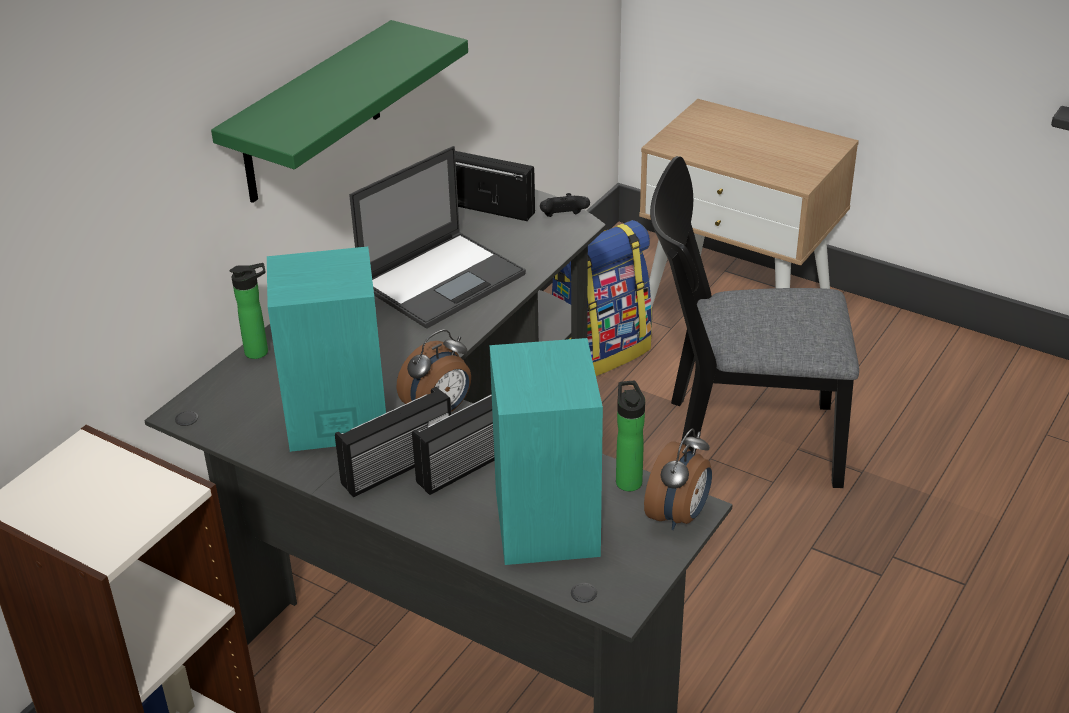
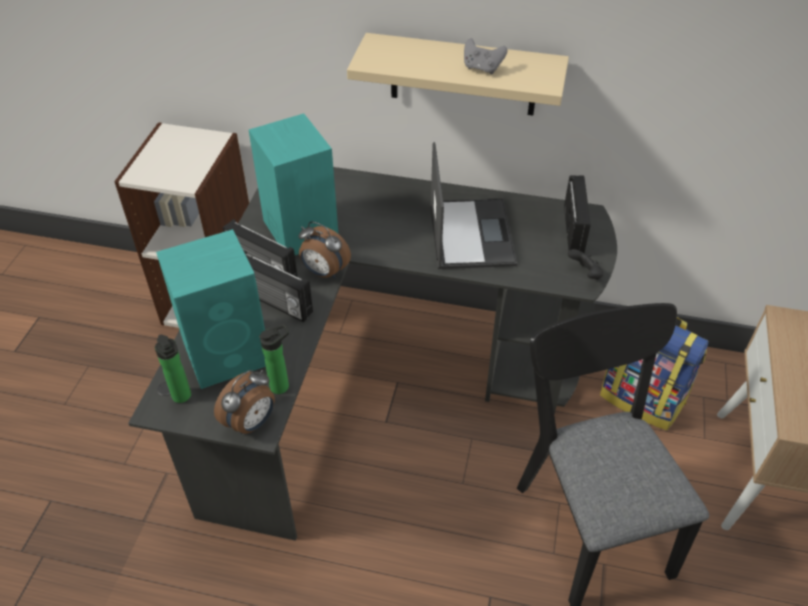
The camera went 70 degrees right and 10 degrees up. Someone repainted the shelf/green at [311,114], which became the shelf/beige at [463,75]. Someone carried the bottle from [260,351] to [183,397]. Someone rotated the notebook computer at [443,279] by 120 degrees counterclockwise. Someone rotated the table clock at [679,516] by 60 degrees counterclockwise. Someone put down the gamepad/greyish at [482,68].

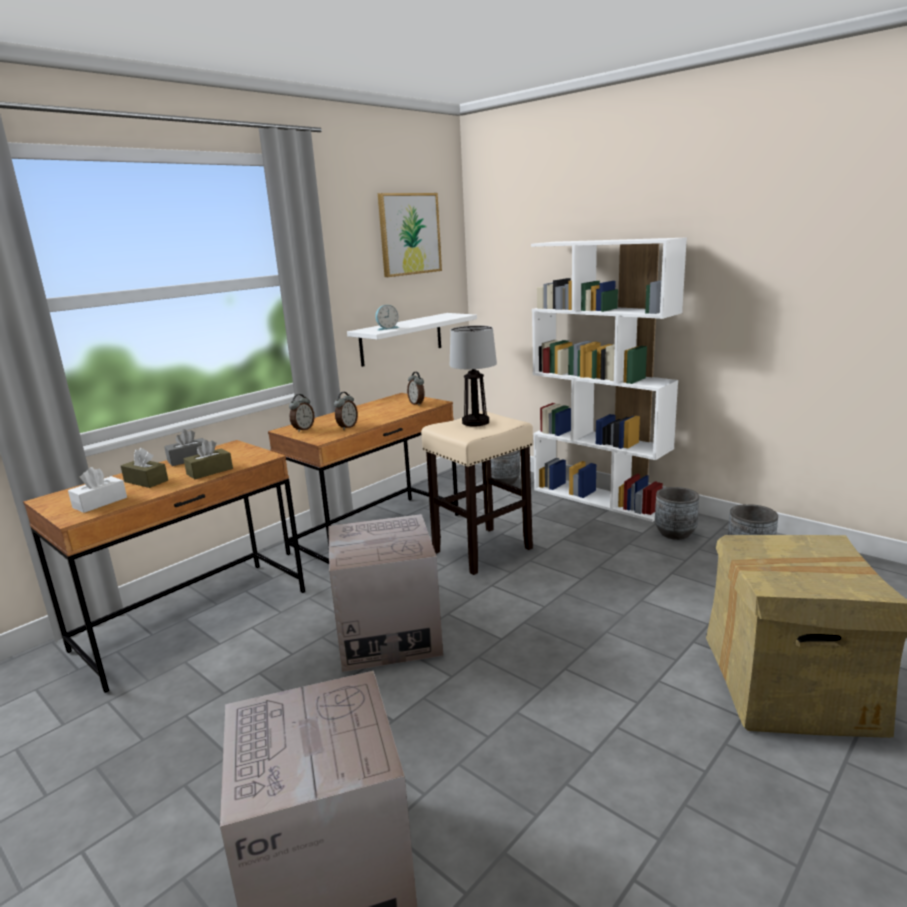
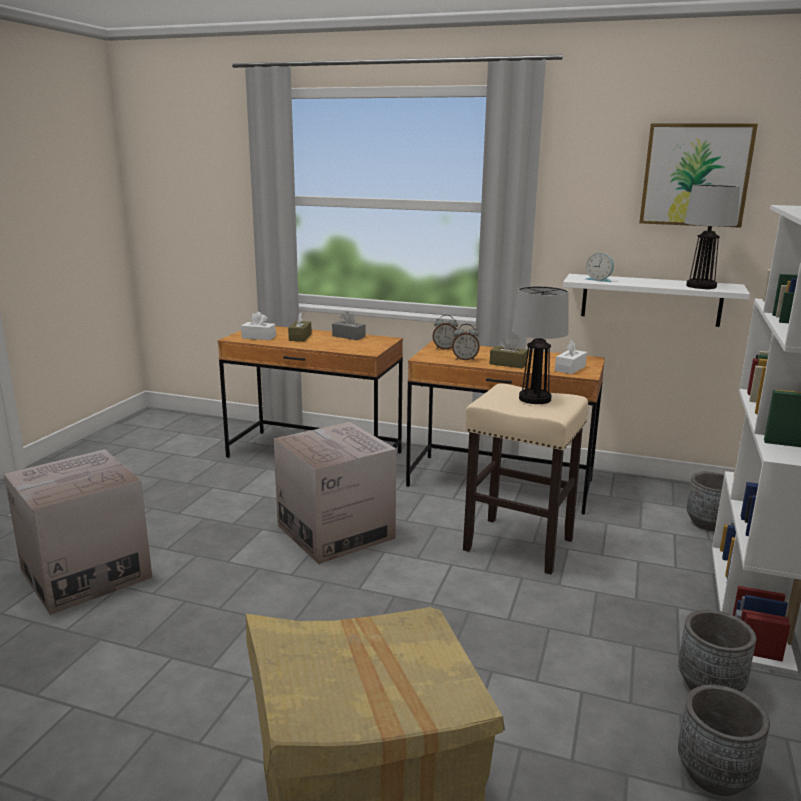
The camera went 65 degrees right and 0 degrees up. Someone carried the box of tissues/brown-coloured from [210,471] to [508,364]. Someone swapped the table clock at [417,404] for the box of tissues/white-coloured at [570,368]. Someone put down the lamp for a table at [700,286].

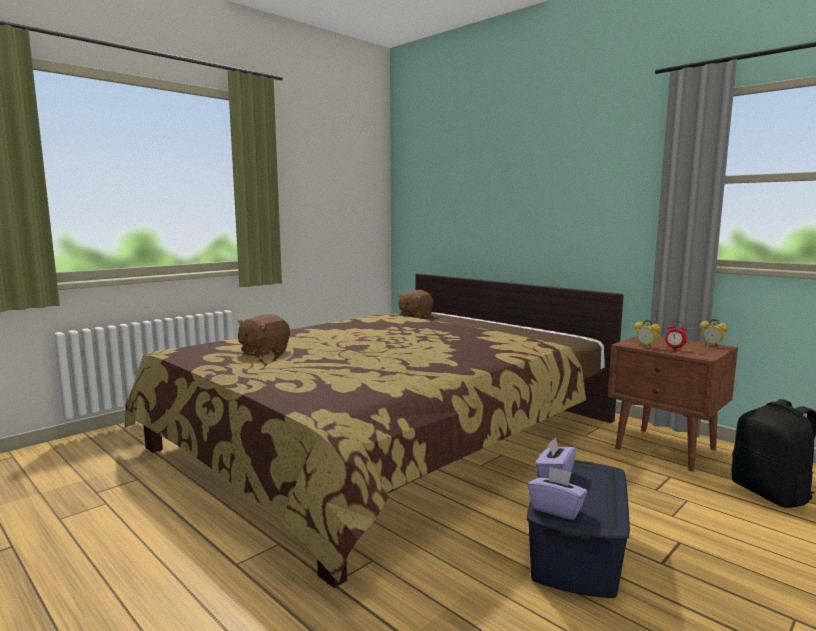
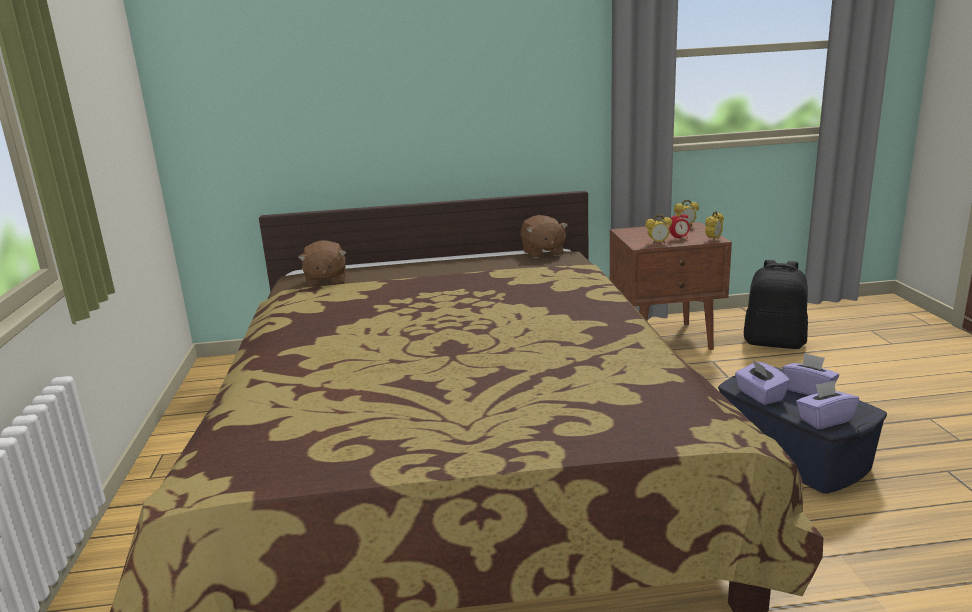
The camera went 50 degrees left and 10 degrees up. Someone carried the soft toy/brown-coloured from [263,351] to [542,253]. Someone put down the table clock at [713,239]. Someone put down the box of tissues/purple at [808,390].

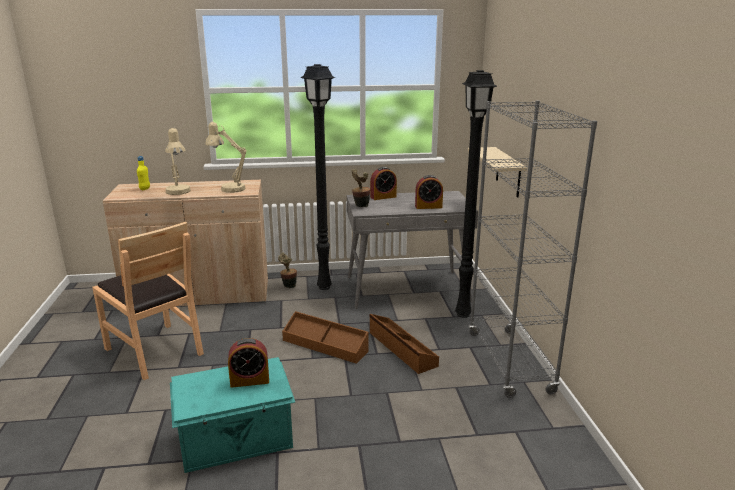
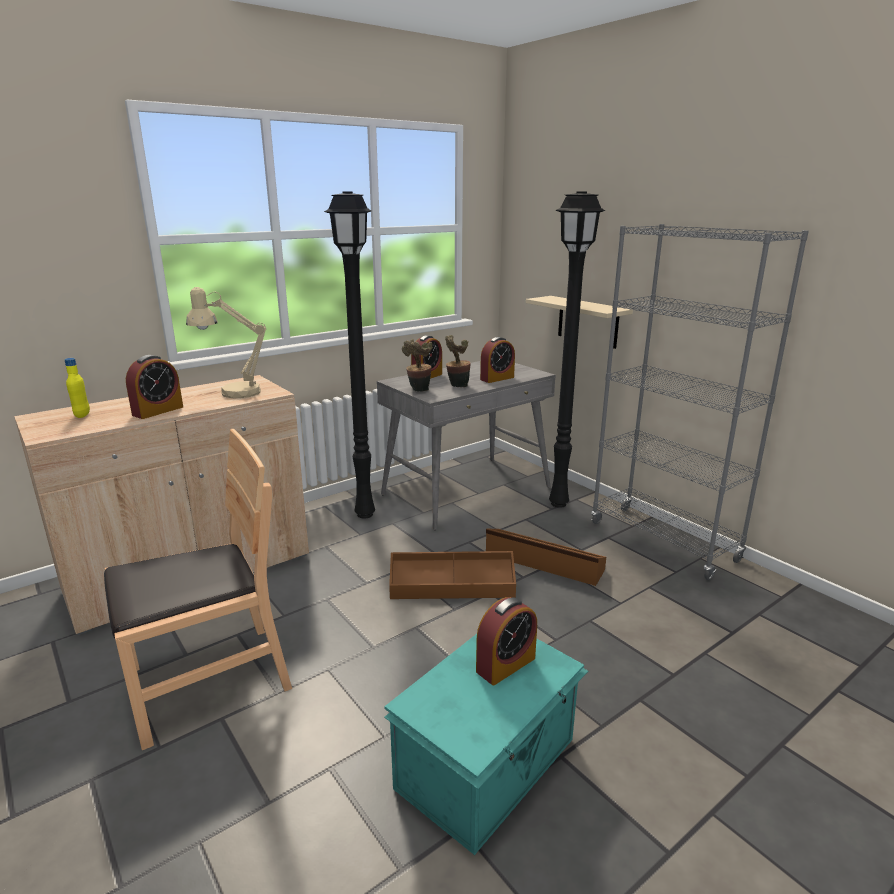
The camera went 30 degrees left and 0 degrees up. Someone rotated the plain chair/brown-coloured at [155,350] by 45 degrees counterclockwise. Someone swapped the lamp for a table/beige at [179,193] for the table clock at [158,411]. Someone carried the plant in a pot from [288,286] to [457,386].

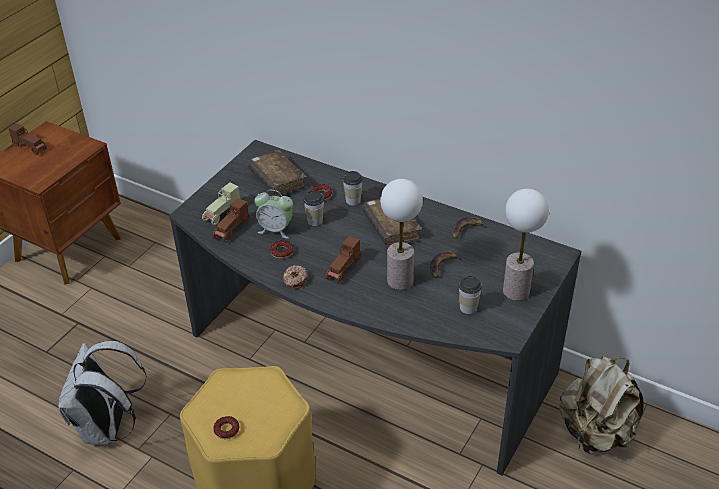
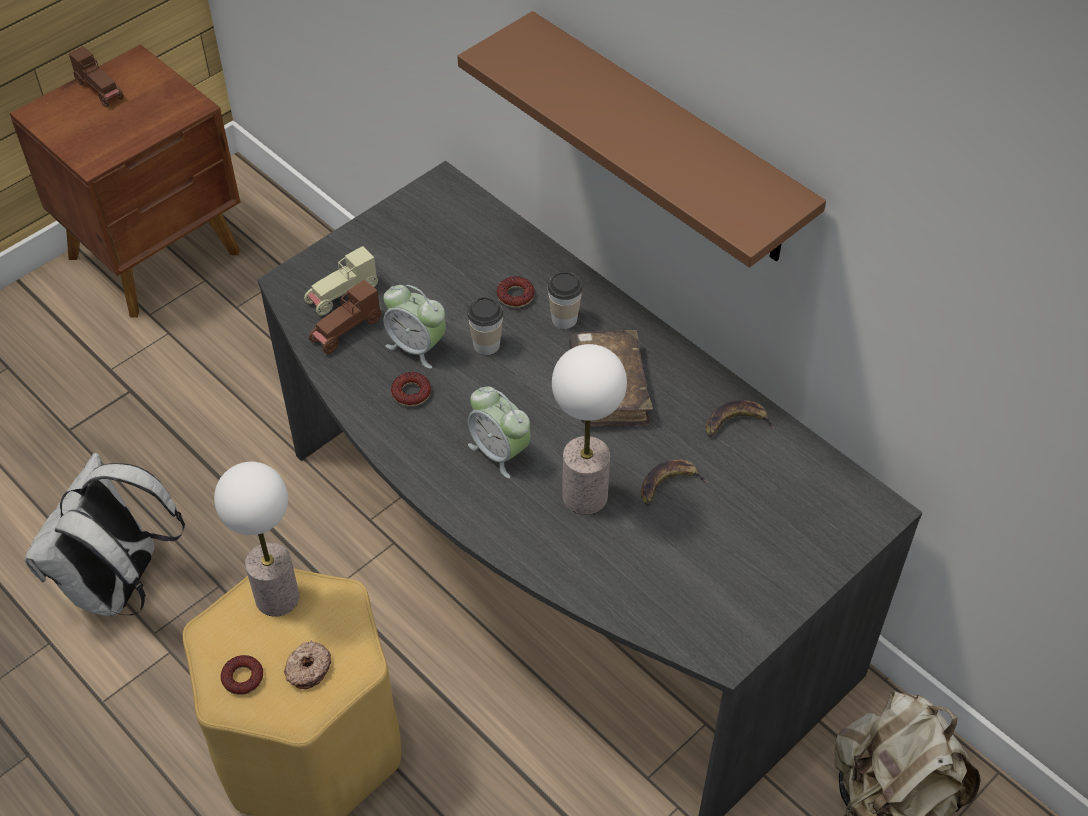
The camera went 15 degrees right and 10 degrees up. Someone took away the bound book/brown-coloured at [277,180]. Someone carried the ring doughnut from [295,280] to [308,669]. Someone swapped the model car/brown-coloured at [344,270] for the table clock at [499,452]. Someone took away the cup at [468,308]. Someone carried the lamp for a table from [516,291] to [277,598]. Someone put up the shelf/brown-coloured at [667,141].

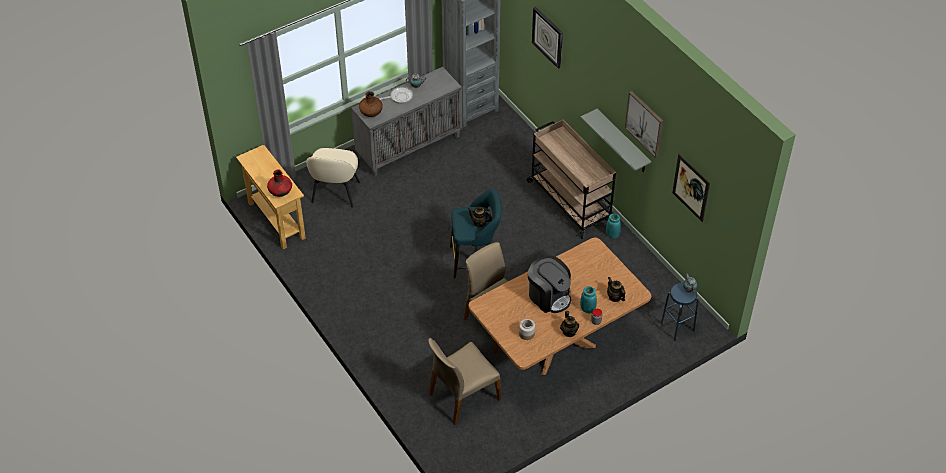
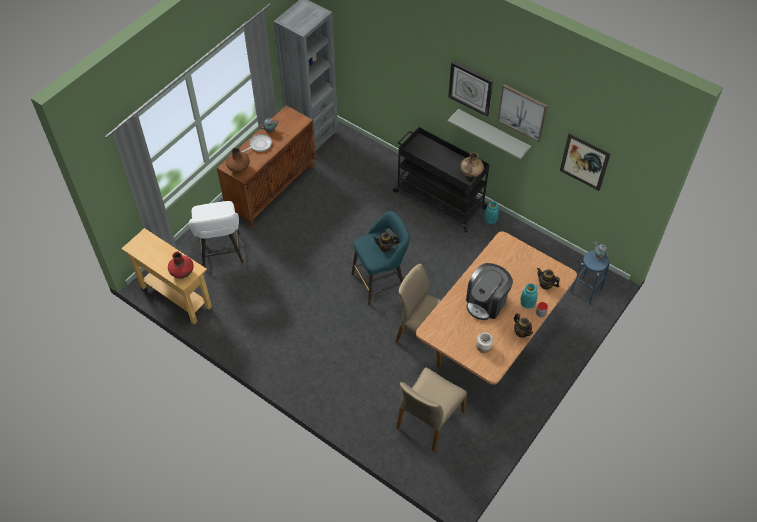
The camera went 20 degrees left and 5 degrees up. Someone swapped the plain chair/beige at [335,193] for the sitting stool/white-coloured at [221,253]. Someone repainted the storage cabinet/greyish at [409,146], which became the storage cabinet/brown-coloured at [272,188]. Someone repainted the wheeled cart/beige at [569,200], which became the wheeled cart/blackish at [439,199]. Someone rotated the coffee maker at [549,296] by 105 degrees clockwise. Someone carried the clock on the wall from [548,37] to [470,88]. Someone put down the flower vase/brown-coloured at [471,173].

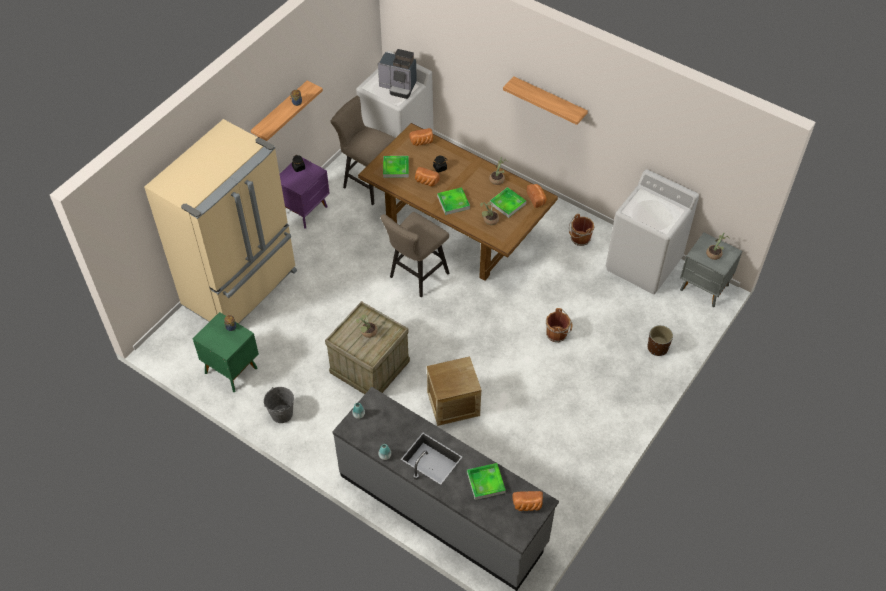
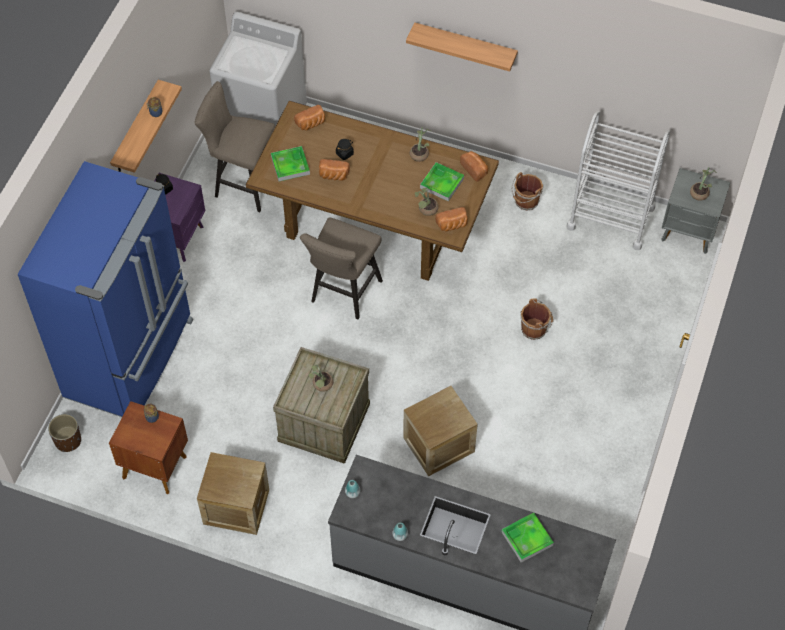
The camera went 15 degrees left and 5 degrees up. Someone repainted the fridge/beige at [242,289], which became the fridge/bluish at [132,358]. Someone repainted the night table/green at [231,369], which became the night table/brown-coloured at [154,466]. Someone swapped the bucket/greyish at [282,413] for the packing crate at [236,506]. Someone took away the coffee maker at [398,87]. Someone took away the serving tray at [453,202]. Someone carried the bread from [527,505] to [452,225]. Someone swapped the laundry machine/white-coloured at [643,264] for the wheeled cart/white-coloured at [610,217]. Someone carried the plant pot/brown-coloured from [657,348] to [68,441].

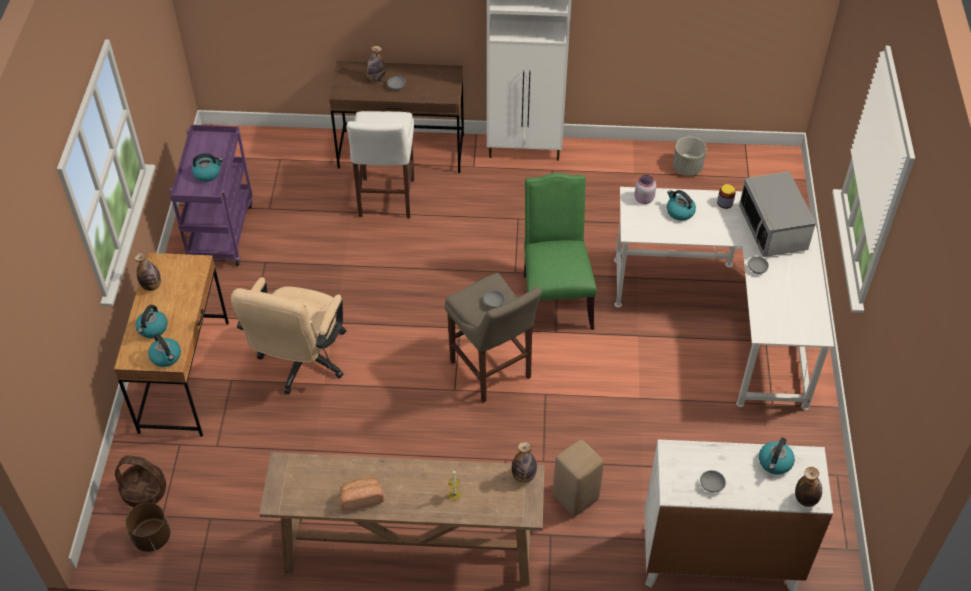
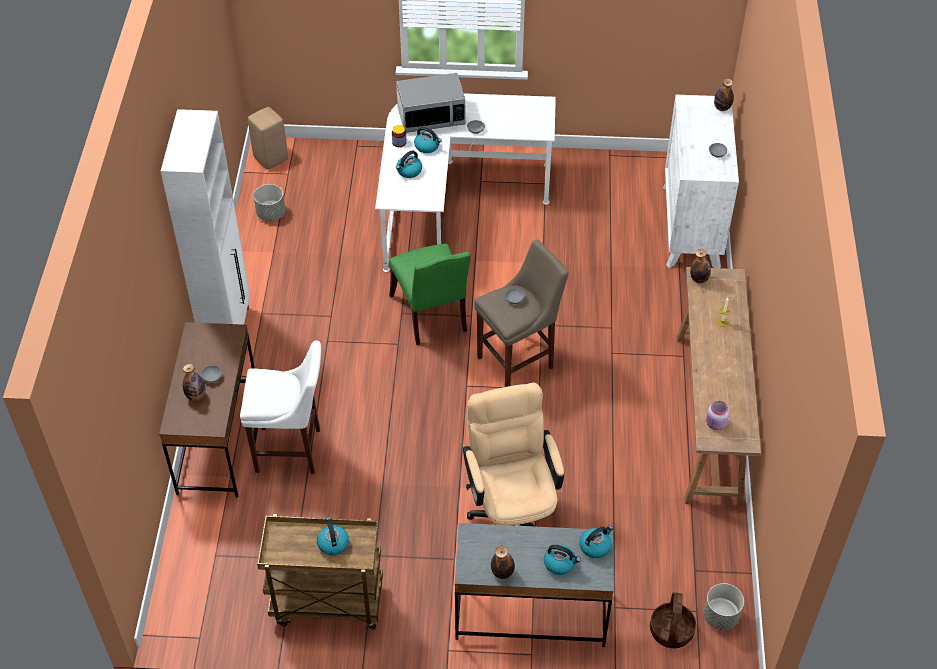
The camera went 90 degrees left and 0 degrees up. Someone repainted the desk unit/brown-coloured at [185,376], which became the desk unit/greyish at [530,613]. Someone repainted the plant pot/brown-coloured at [152,537], which became the plant pot/greyish at [720,616]. Someone repainted the wheeled cart/purple at [221,231], which became the wheeled cart/brown-coloured at [326,603]. Someone rotated the desk chair/beige at [300,363] by 120 degrees counterclockwise. Someone took away the bread at [361,498]. Someone rotated the plain chair/green at [554,298] by 105 degrees counterclockwise. Someone carried the sitting stool/beige from [575,498] to [271,159]. Someone carried the jar/pink-coloured from [643,199] to [715,424]. Someone carried the water kettle from [775,463] to [427,146].

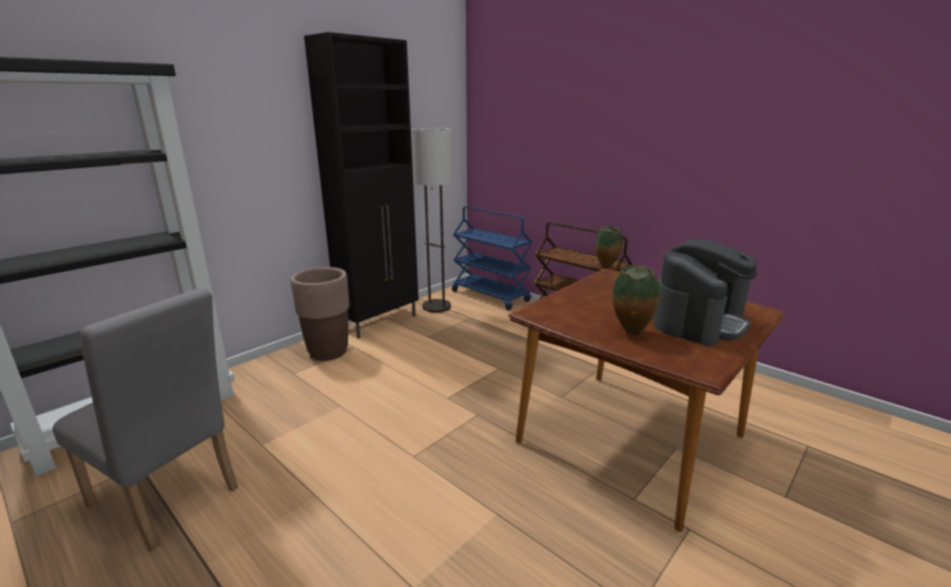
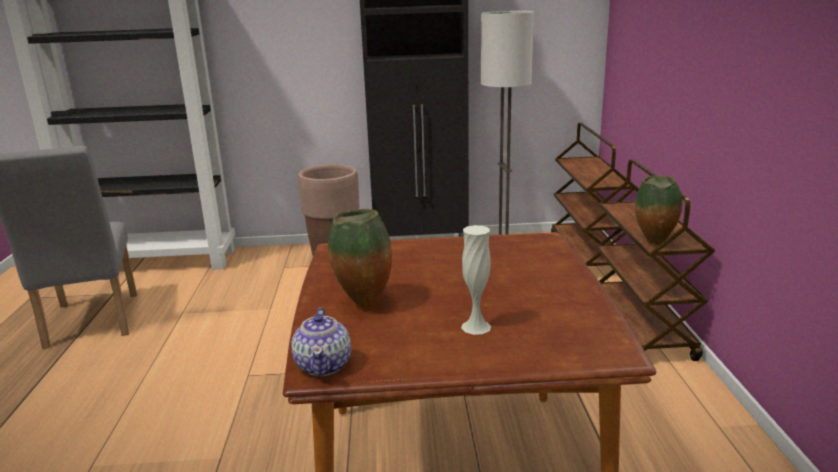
The camera went 45 degrees right and 0 degrees up. Someone repainted the wheeled cart/bluish at [491,296], which became the wheeled cart/brown-coloured at [587,256]. Someone swapped the coffee maker at [699,322] for the flower vase/white-coloured at [476,327]. Someone put down the pot for tea at [324,365].

